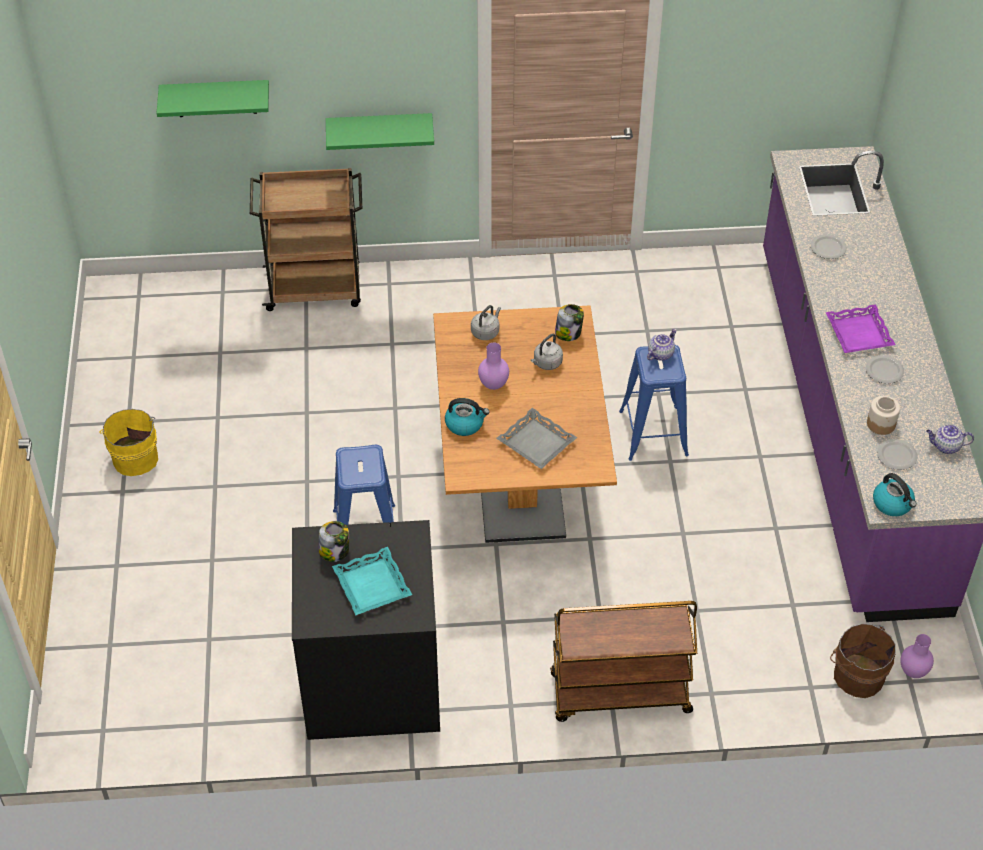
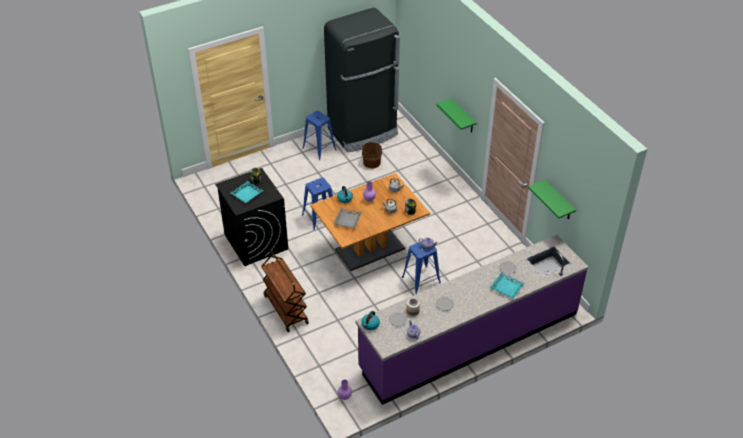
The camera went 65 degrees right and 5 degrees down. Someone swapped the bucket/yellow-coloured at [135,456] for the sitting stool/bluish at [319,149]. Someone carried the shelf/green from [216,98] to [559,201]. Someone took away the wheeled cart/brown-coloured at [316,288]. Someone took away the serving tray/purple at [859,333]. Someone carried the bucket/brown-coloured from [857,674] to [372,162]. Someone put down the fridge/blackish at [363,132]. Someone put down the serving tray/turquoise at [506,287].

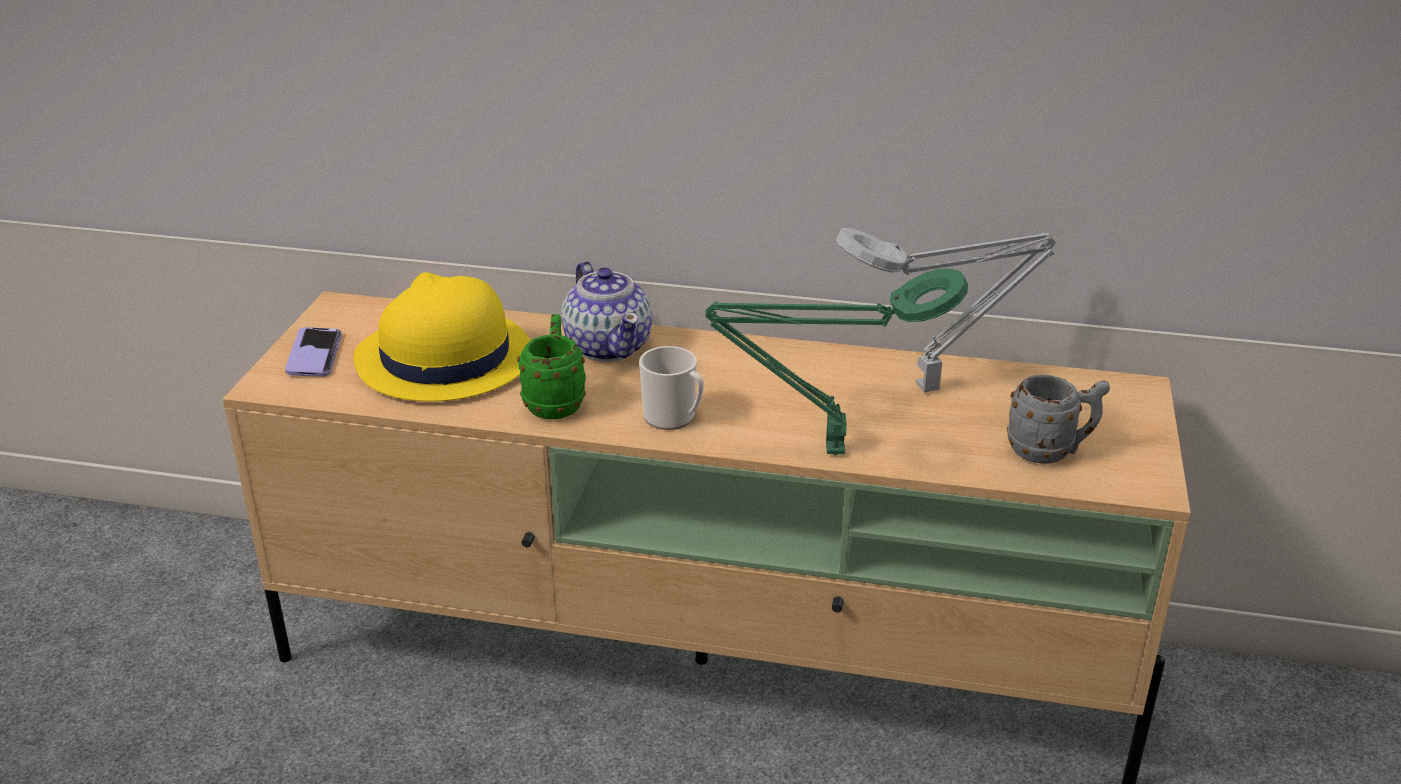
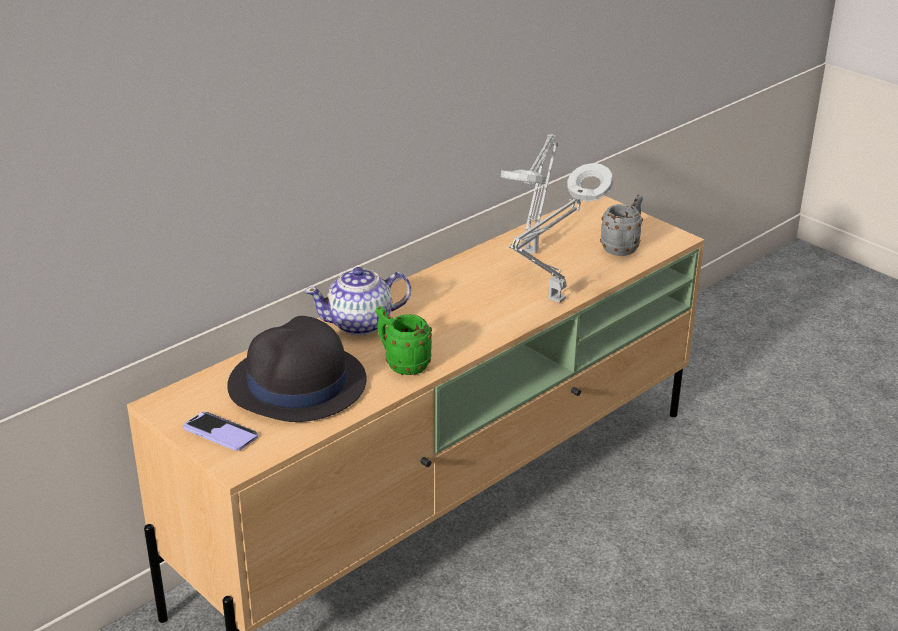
The camera went 55 degrees left and 0 degrees up. Someone repainted the wearable hat/yellow-coloured at [444,359], which became the wearable hat/blackish at [297,385]. Someone rotated the pot for tea at [608,346] by 150 degrees clockwise. Someone took away the tea mug at [674,418]. Someone repainted the lamp for a table/green at [826,450], which became the lamp for a table/greyish at [554,302].

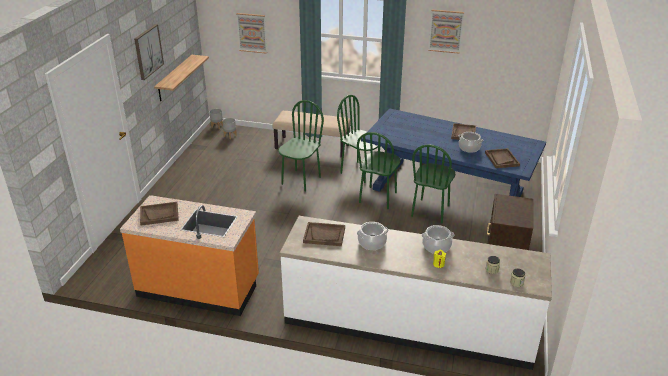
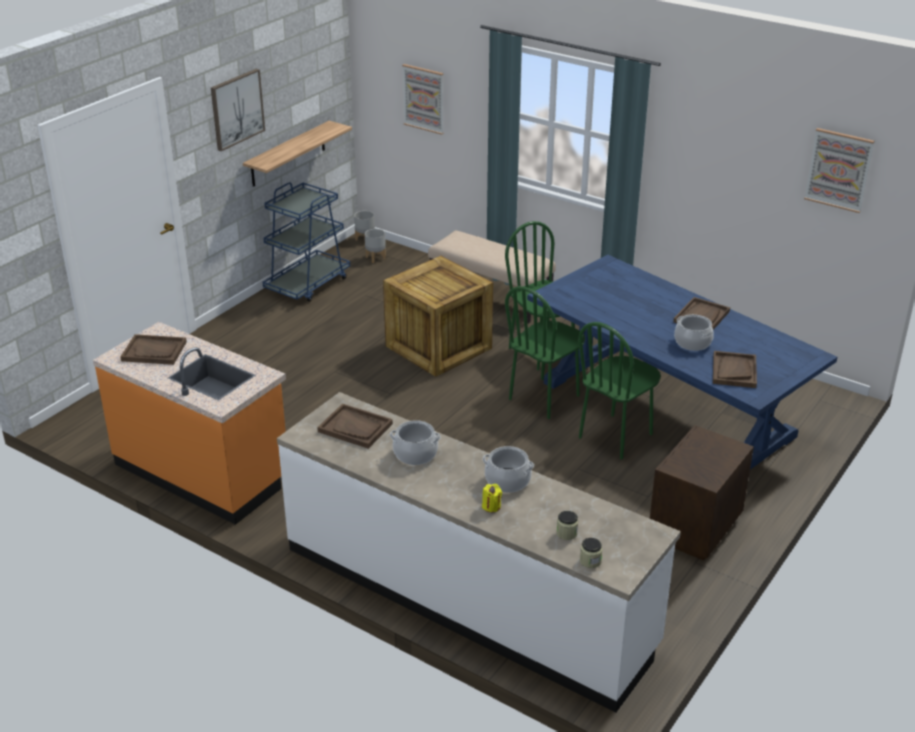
The camera went 20 degrees right and 0 degrees up. Someone swapped the plain chair/green at [301,180] for the packing crate at [440,347]. Someone carried the picture from [445,31] to [839,170]. Someone put down the wheeled cart/bluish at [308,284].

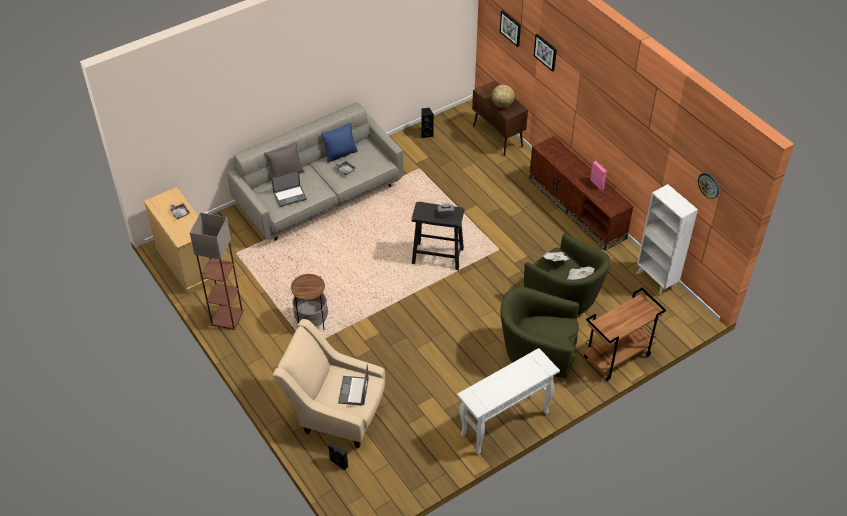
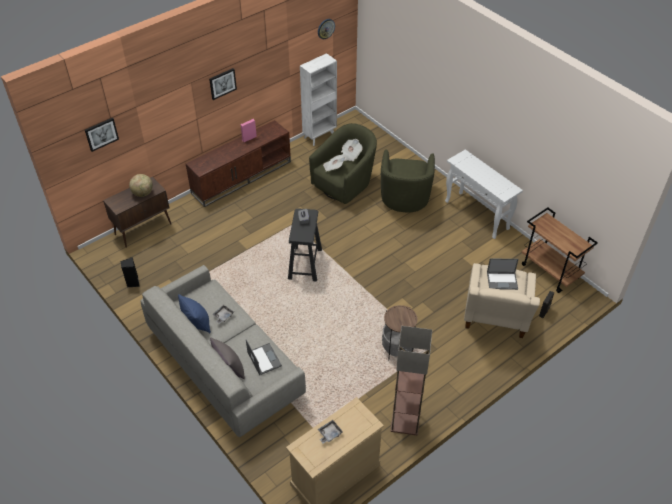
The camera went 95 degrees left and 0 degrees up. Someone carried the picture from [545,52] to [222,83]. Someone carried the wheeled cart/brown-coloured from [617,357] to [550,271].

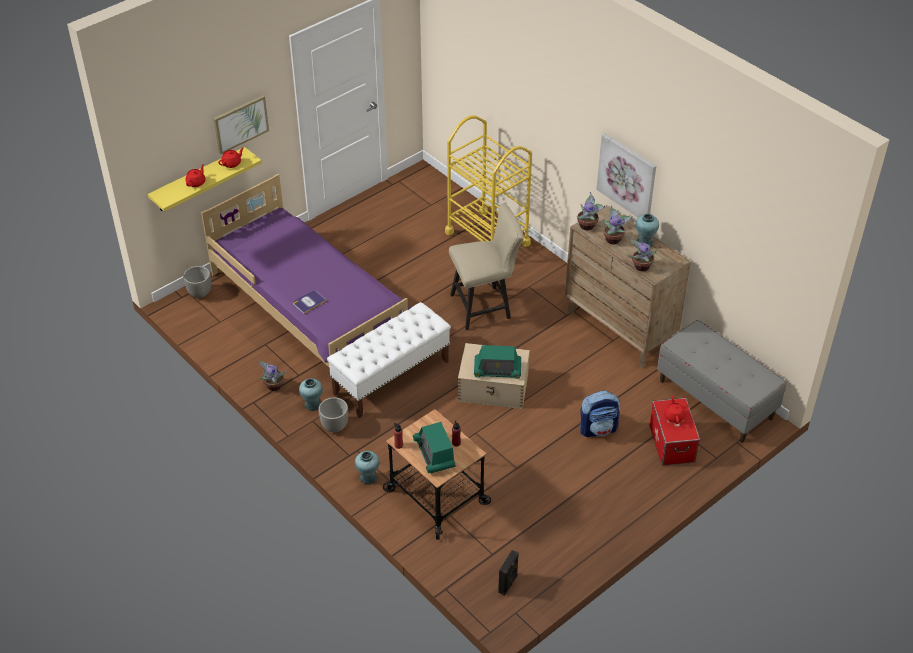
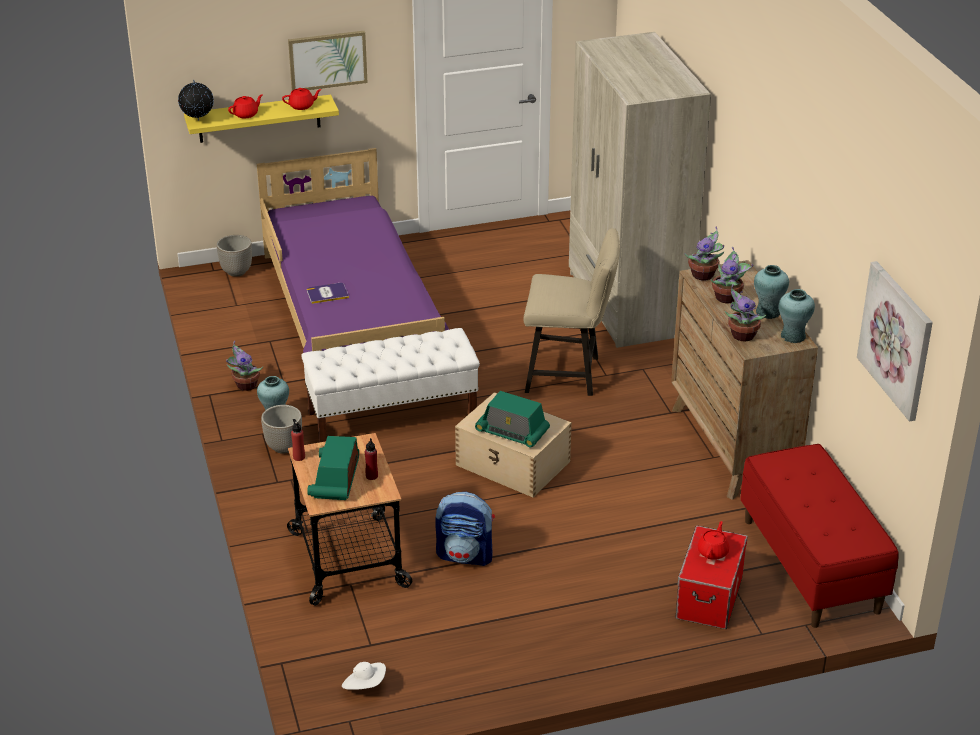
The camera went 25 degrees right and 10 degrees down. Someone carried the flower vase/turquoise from [368,478] to [793,336]. Someone swapped the wheeled cart/yellow-coloured at [487,238] for the wardrobe/beige at [627,304]. Someone swapped the audio speaker/blackish at [508,584] for the wearable hat/white-coloured at [365,685]. Someone carried the knapsack from [598,429] to [466,555]. Someone carried the picture from [627,177] to [897,339]. Someone repainted the bench/greyish at [716,399], which became the bench/reddish at [811,565]. Someone put down the world globe at [198,120].

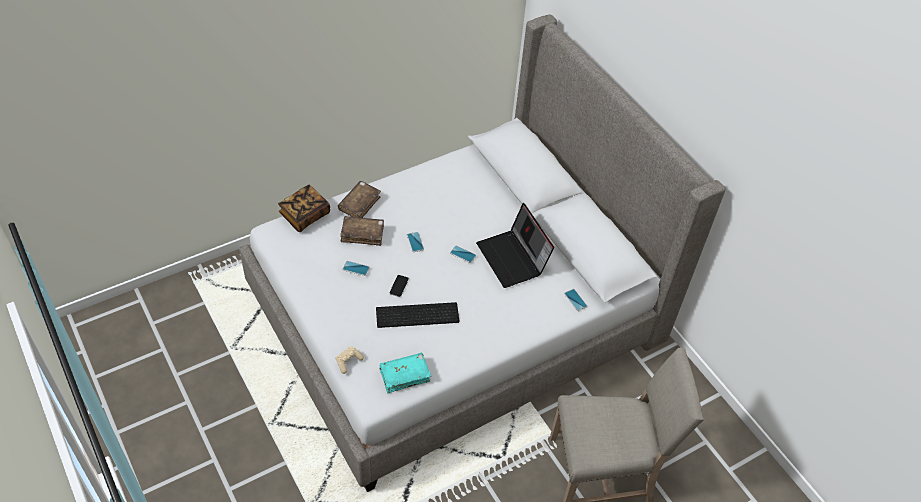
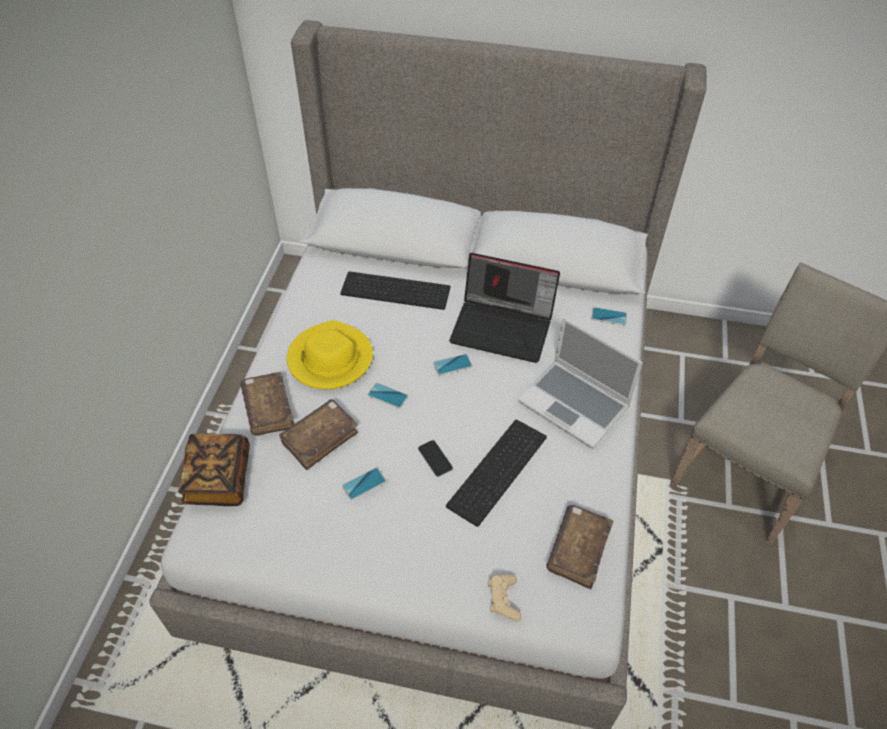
The camera went 45 degrees left and 0 degrees up. Someone repainted the bound book/turquoise at [404,375], which became the bound book/brown-coloured at [578,550]. Someone put down the wearable hat/yellow-coloured at [330,359]. Someone put down the keyboard at [397,289]. Someone put down the notebook computer at [575,405].

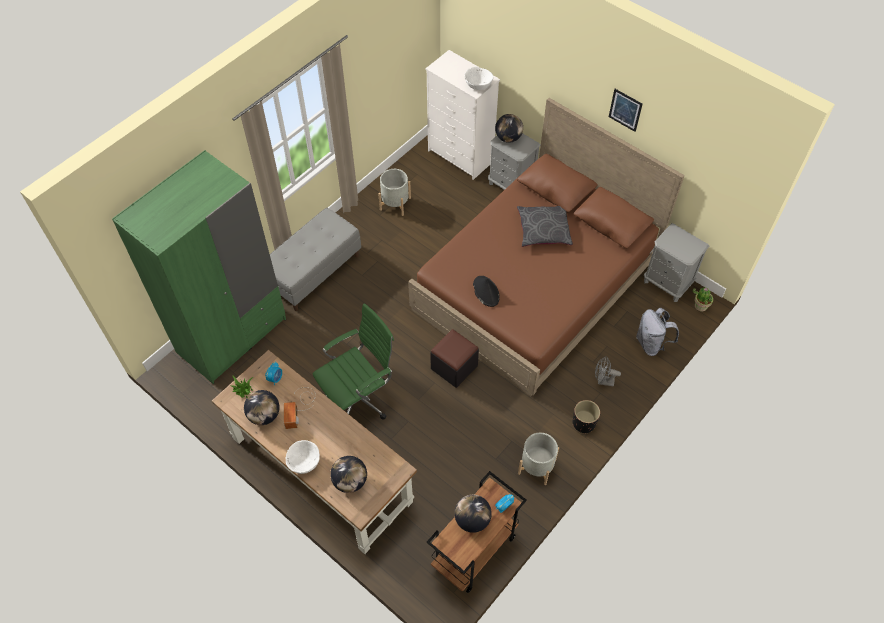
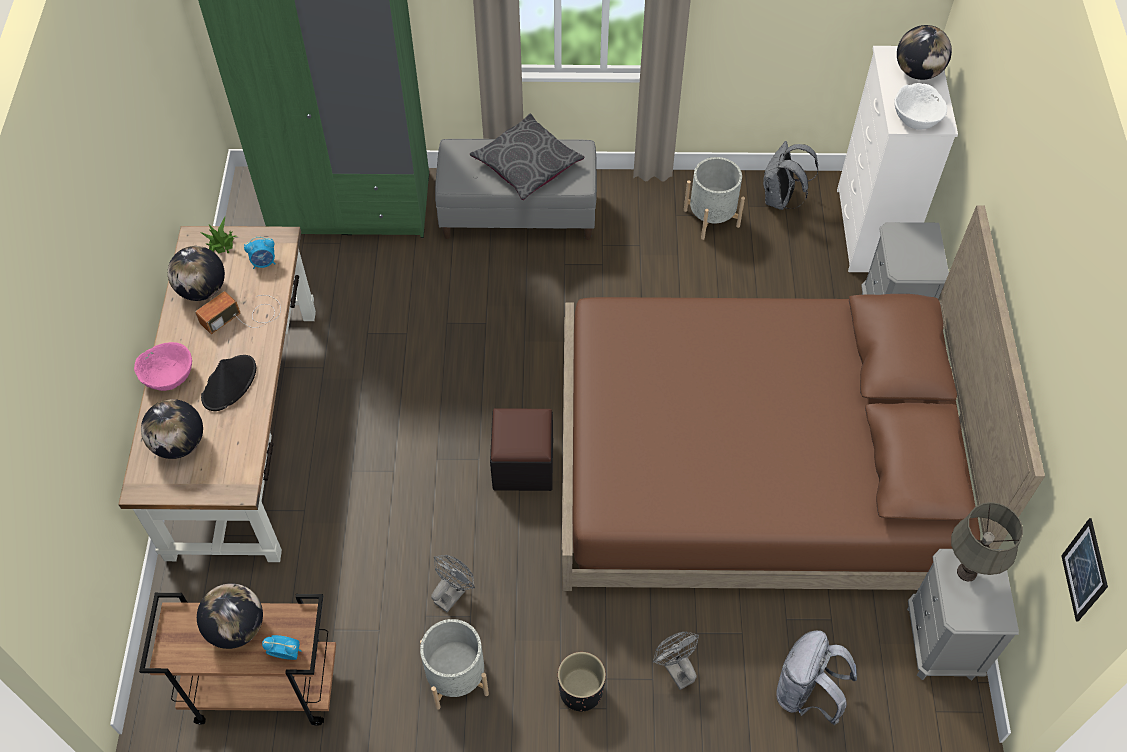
The camera went 50 degrees right and 0 degrees up. Someone repainted the deep dish/white-coloured at [303,462], which became the deep dish/pink-coloured at [168,376]. Someone took away the desk chair/green at [359,399]. Someone carried the wearable hat/blackish from [486,291] to [229,383]. Someone carried the world globe from [508,138] to [918,72]. Someone carried the pillow/greyish from [543,230] to [527,164]. Someone carried the picture from [625,110] to [1084,570]. Someone took away the plant in a pot at [700,306]. Someone put down the fan/greyish at [452,593]. Someone put down the knapsack/greyish at [780,199]. Someone put down the lamp for a table/greyish at [967,572].

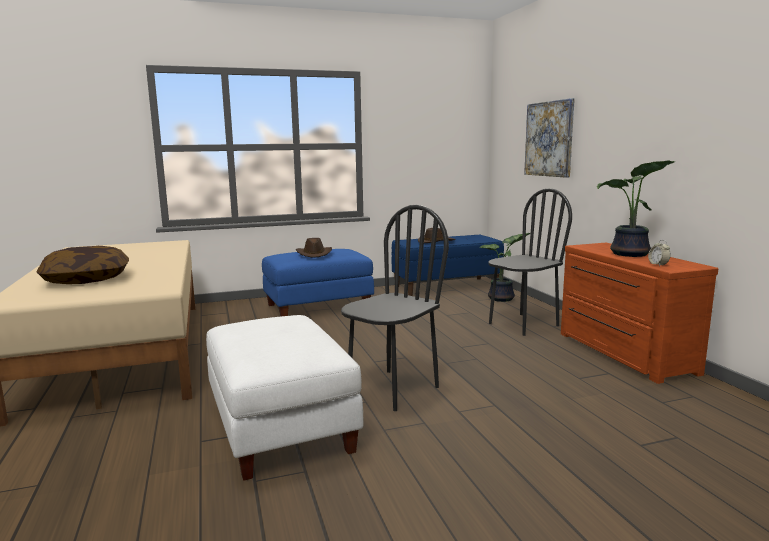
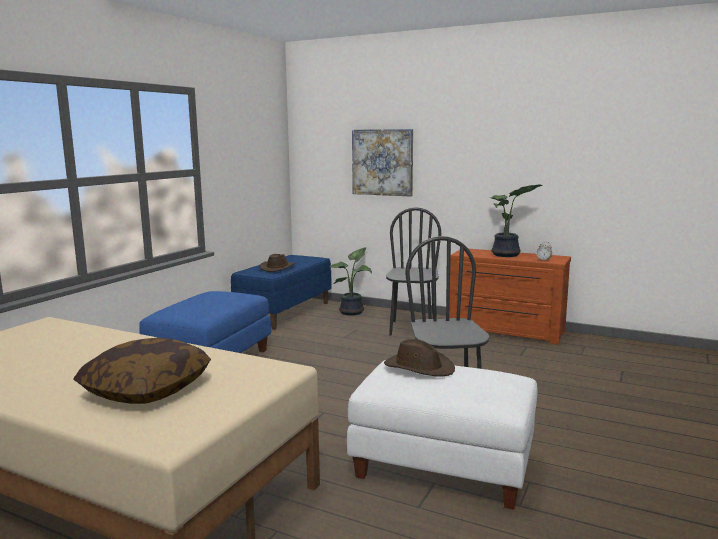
The camera went 45 degrees left and 0 degrees up. Someone carried the wearable hat/brown-coloured from [314,254] to [419,367].

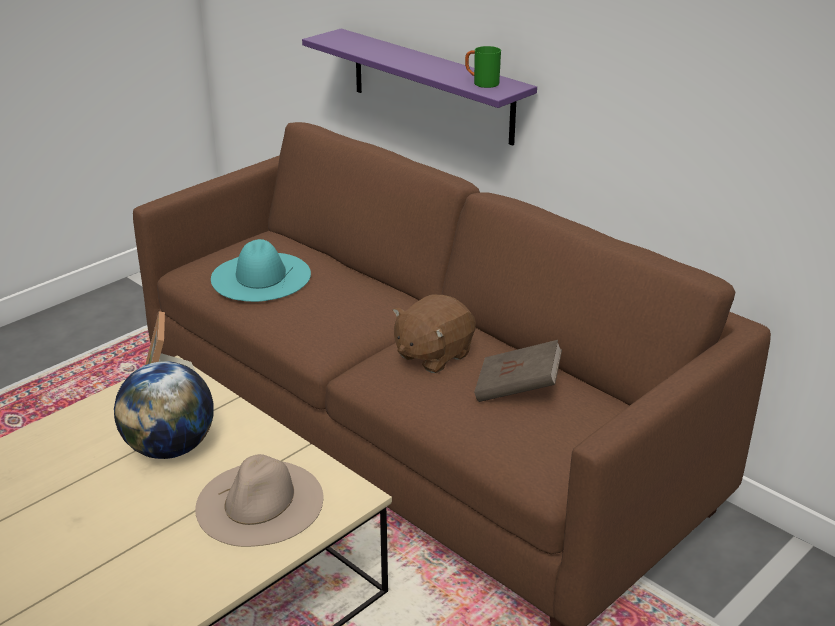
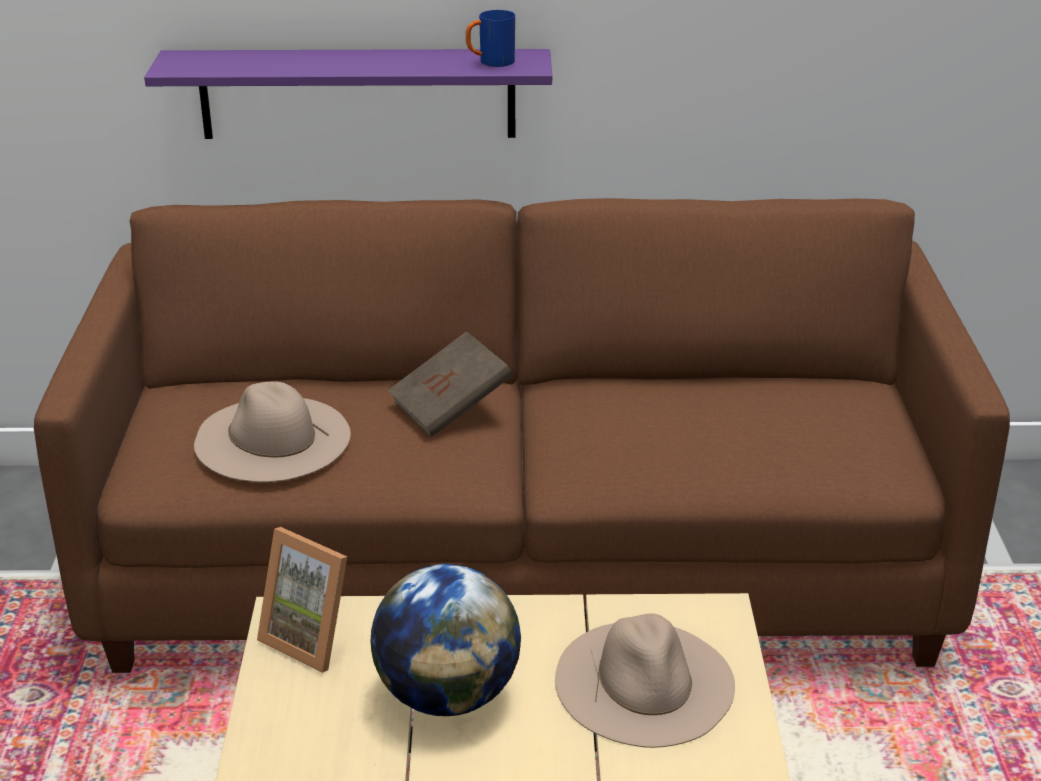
The camera went 45 degrees left and 0 degrees up. Someone repainted the wearable hat/turquoise at [260,276], which became the wearable hat/beige at [272,438]. Someone took away the soft toy/brown-coloured at [432,355]. Someone repainted the tea mug/green at [481,83], which became the tea mug/bluish at [490,62]. Someone carried the bound book/brown-coloured from [517,389] to [450,407].

